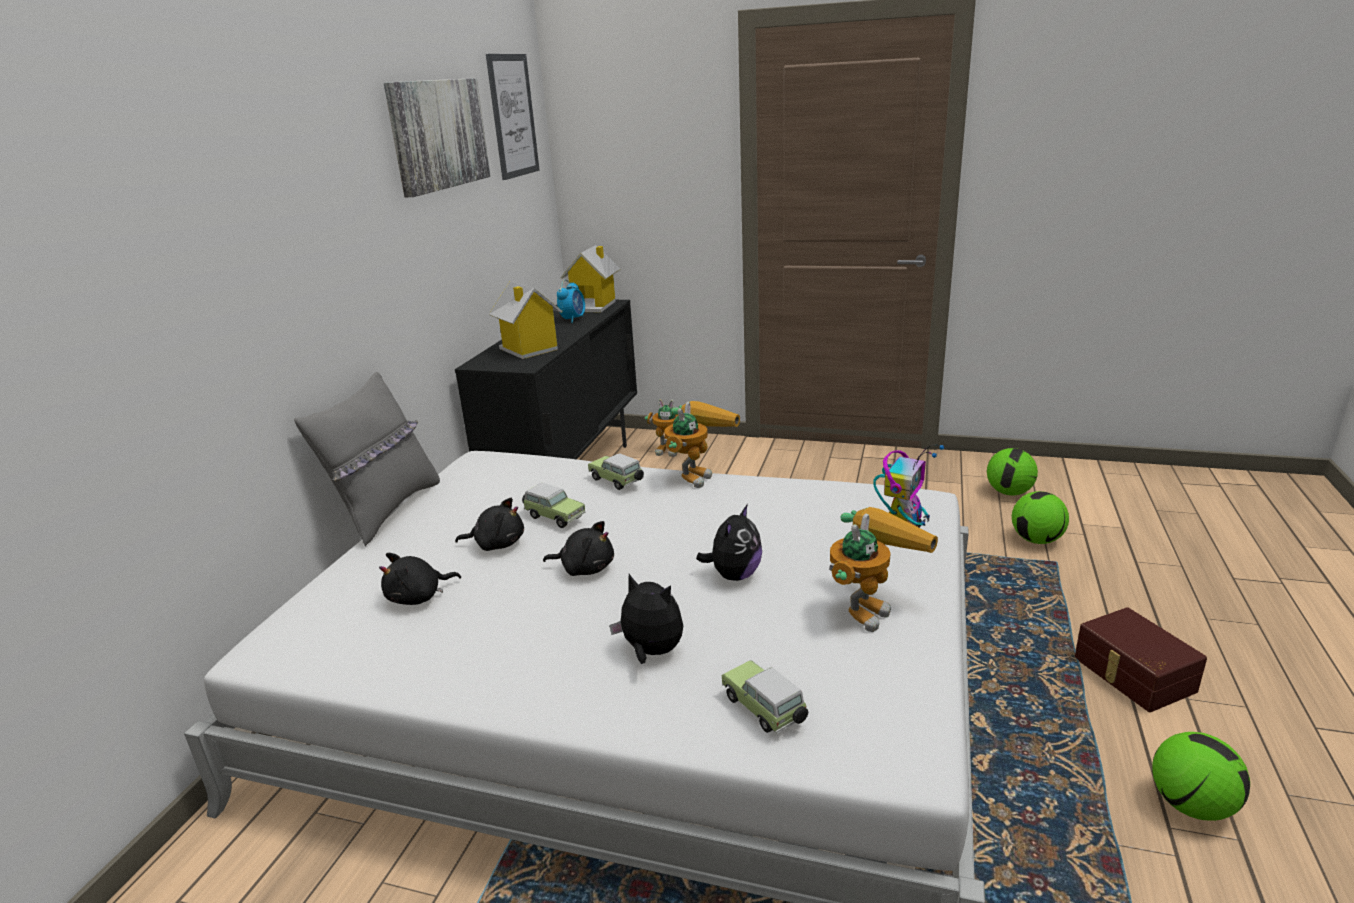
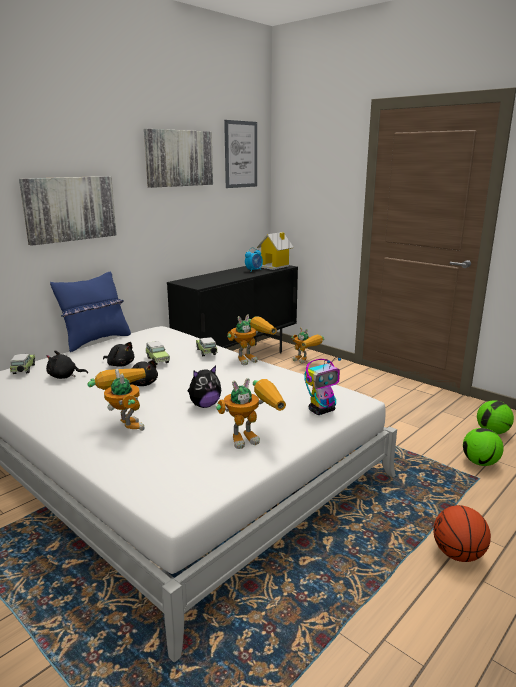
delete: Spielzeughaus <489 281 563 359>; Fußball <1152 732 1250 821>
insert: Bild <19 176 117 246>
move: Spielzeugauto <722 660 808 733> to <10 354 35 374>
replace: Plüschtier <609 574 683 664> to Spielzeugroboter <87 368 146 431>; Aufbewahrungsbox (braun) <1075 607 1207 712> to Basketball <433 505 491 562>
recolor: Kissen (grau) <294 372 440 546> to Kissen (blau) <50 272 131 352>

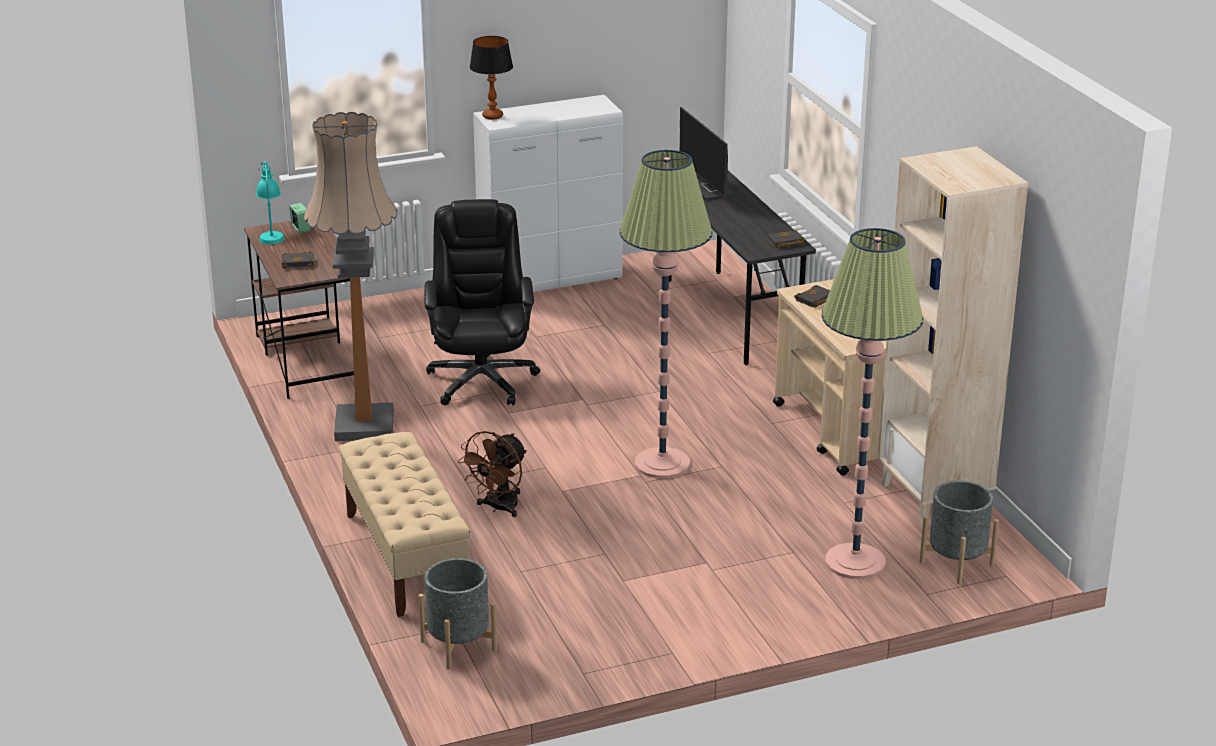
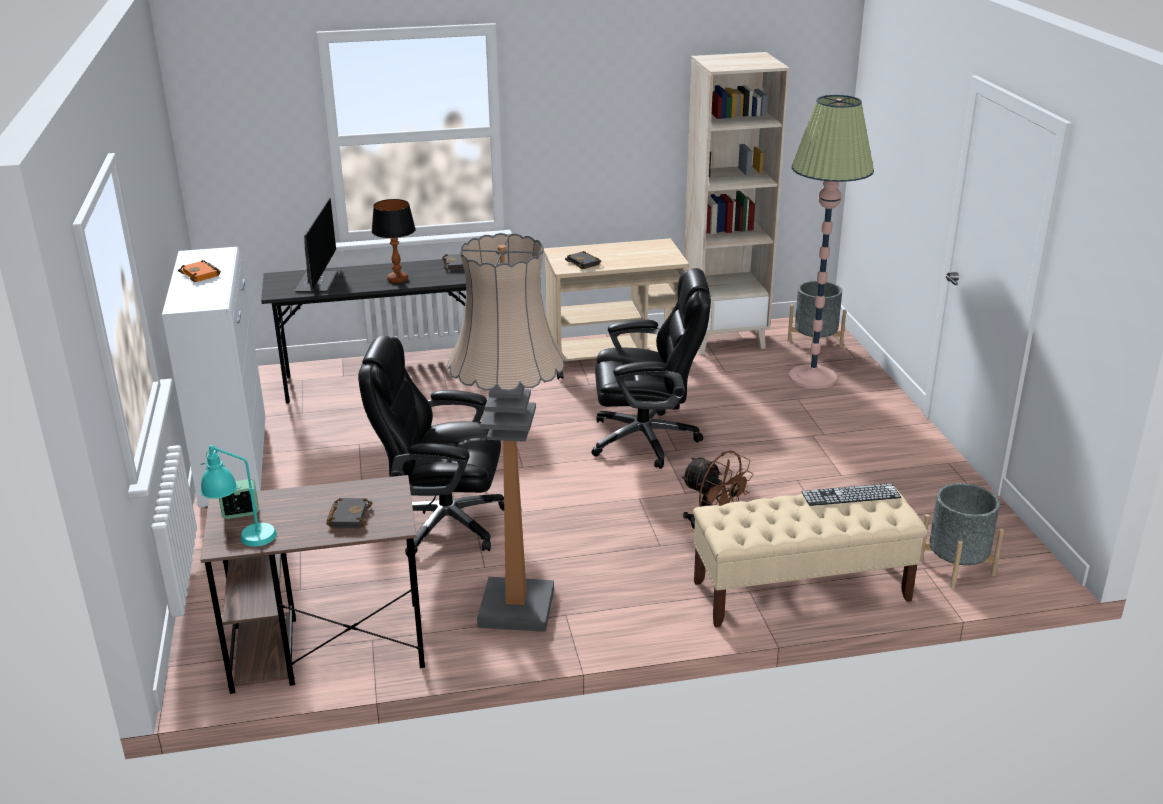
insert: Buch (orange) <178 260 221 282>; Tastatur <801 483 901 506>
move: Tischlampe <470 36 513 120> to <371 199 416 283>
replace: Stehlampe <619 150 712 479> to Bürostuhl (schwarz) <591 268 711 469>
rotate: Monitor <679 107 735 200> = <294 197 338 293> 75 degrees counterclockwise

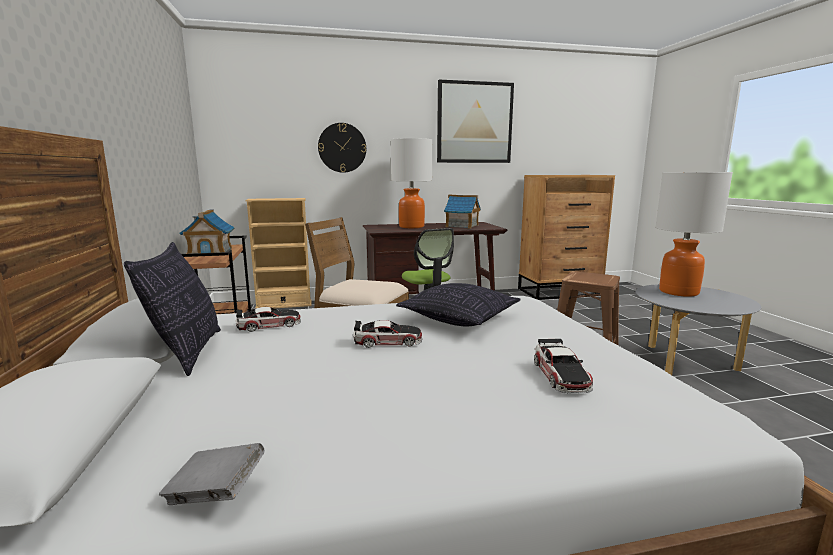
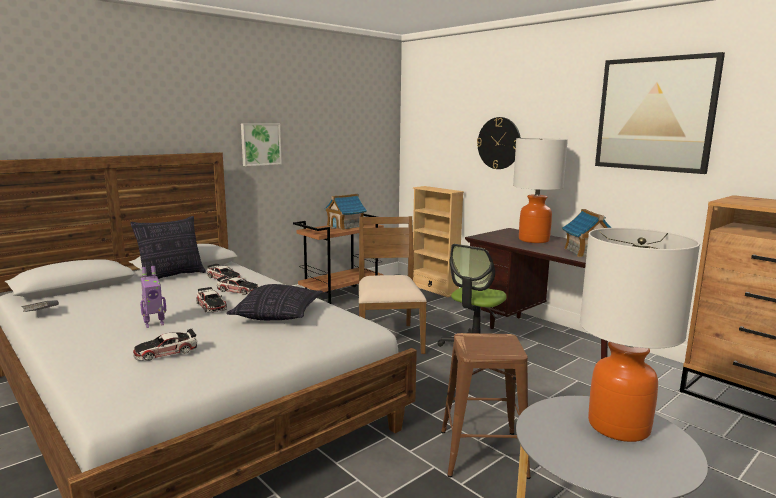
insert: Spielzeugroboter <140 266 166 328>; Spielzeugauto <217 276 258 295>; Bild <241 123 282 166>

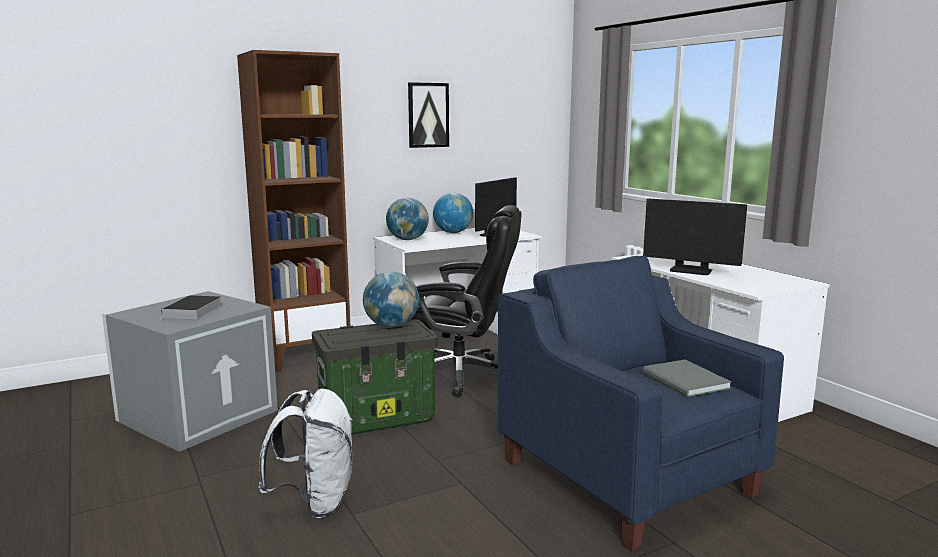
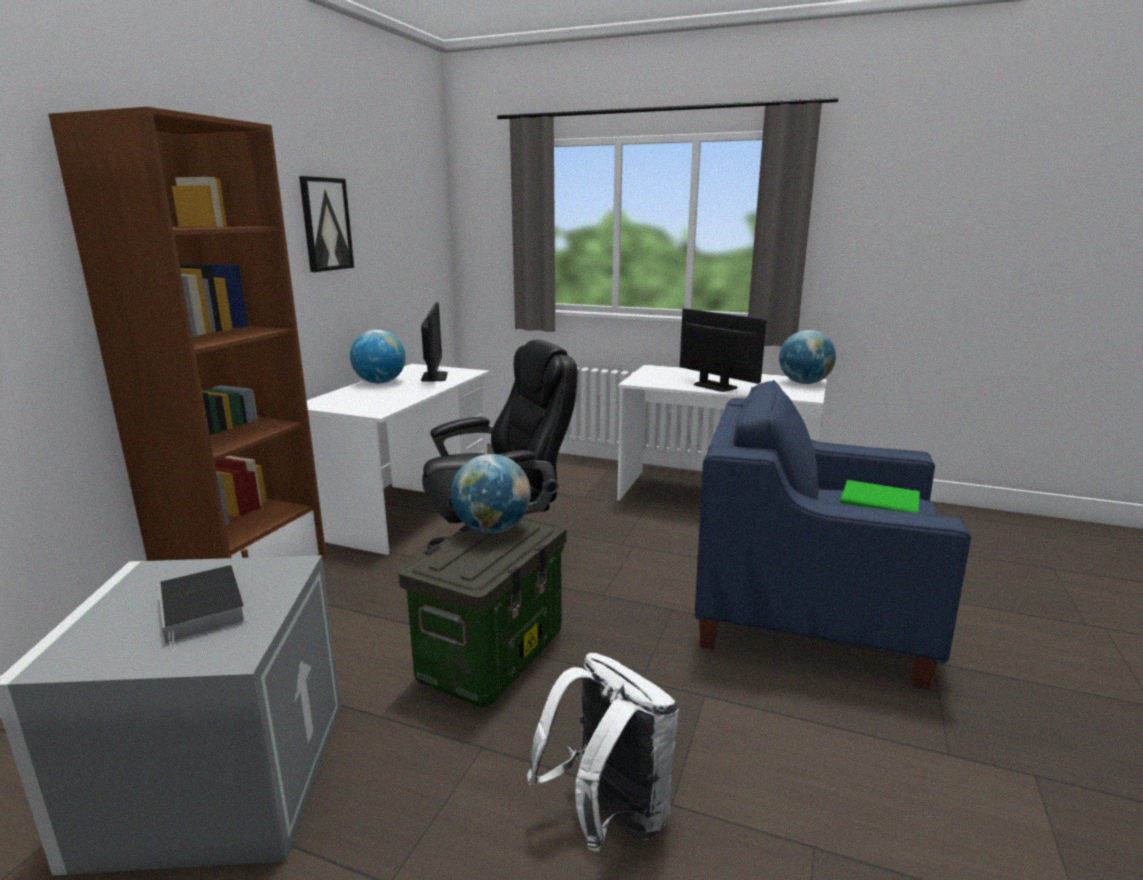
move: Globus <386 198 429 240> to <779 330 836 384>
recolor: Buch (grau) <643 360 731 397> to Buch (grün) <840 480 920 513>
rotate: Monitor <643 199 747 275> = <680 308 766 392> 120 degrees counterclockwise

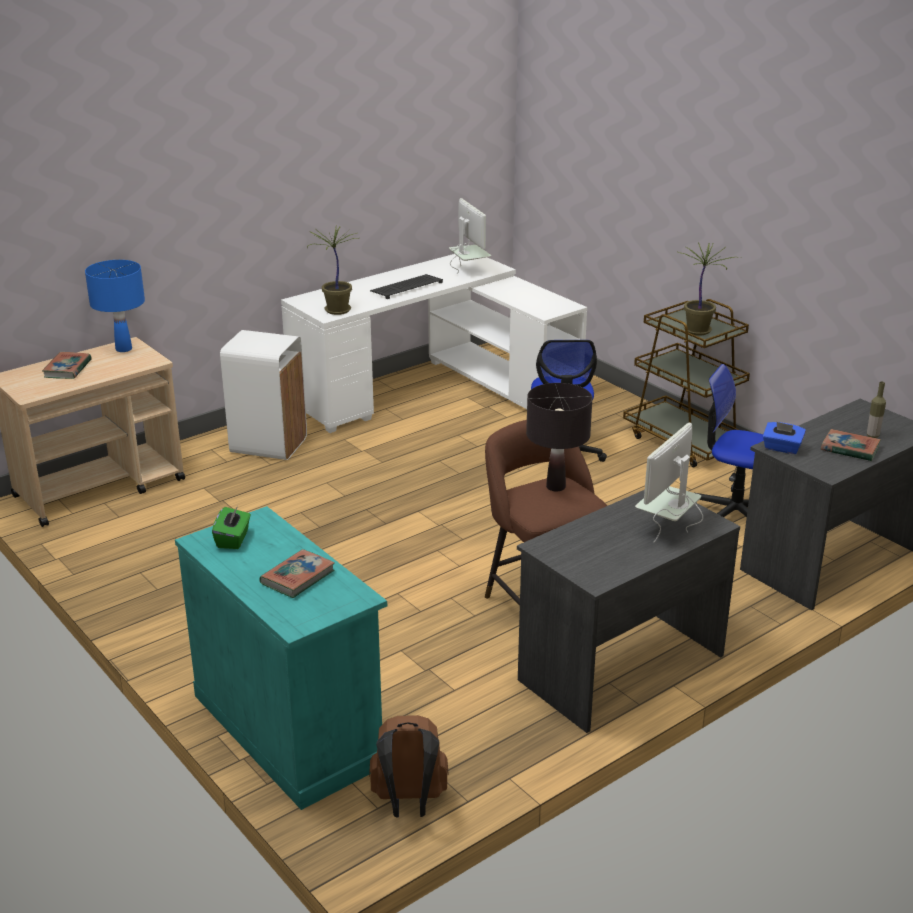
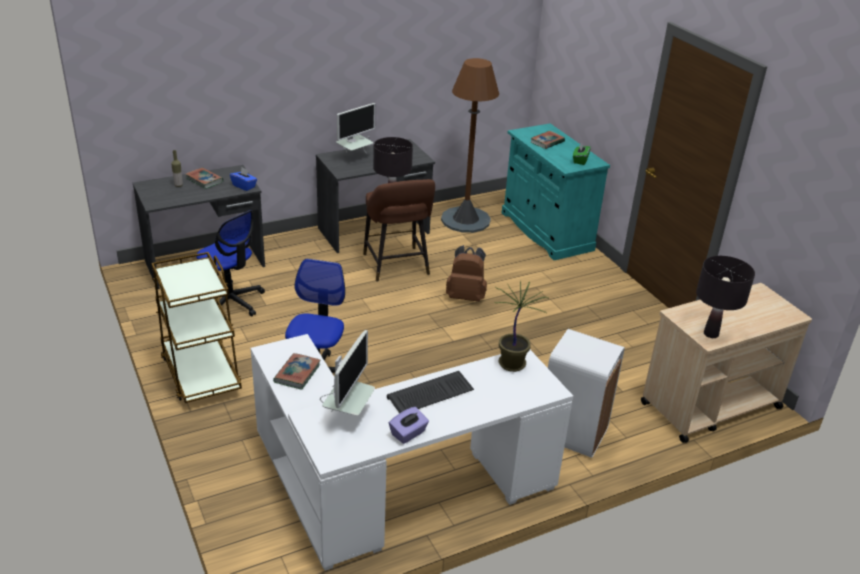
delete: Topfpflanze <678 242 740 336>
insert: Taschentuchbox (lila) <389 407 429 444>; Stehlampe (braun) <441 58 499 233>
move: Buch <42 352 92 379> to <273 353 321 390>; Rucksack (braun) <369 715 449 818> to <446 245 487 302>
recolor: Tischlampe (blau) <85 260 145 352> to Tischlampe (schwarz) <696 256 755 338>
rotate: Monitor <449 198 491 273> = <320 330 375 415> 150 degrees counterclockwise

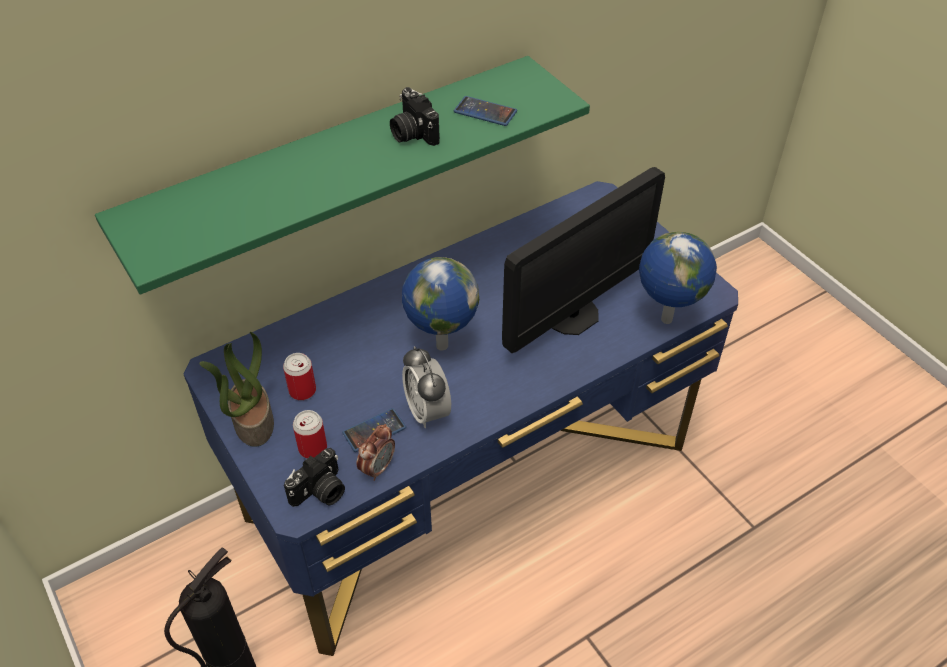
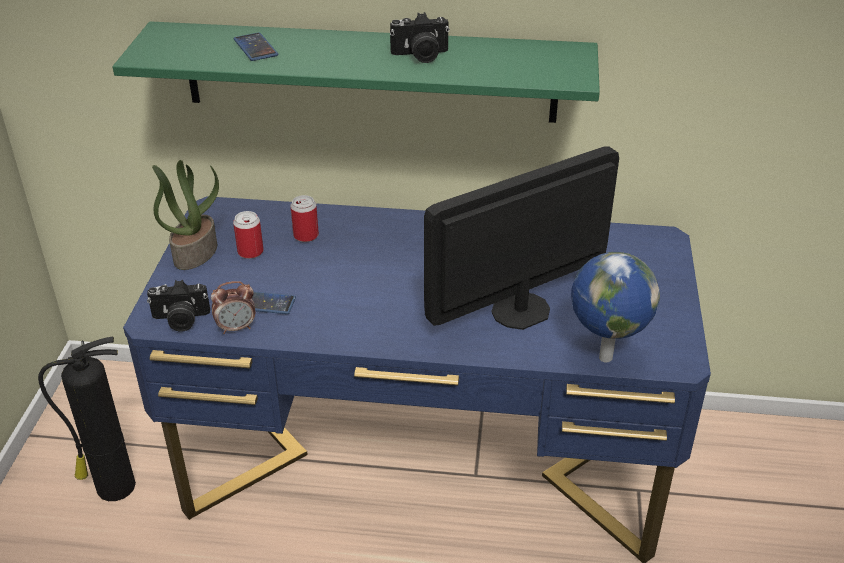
delete: Globus <402 257 479 351>; Wecker <402 346 451 428>
move: Handy <454 96 517 126> to <233 32 278 61>; Dose <293 410 327 459> to <290 195 319 242>
rotate: Kamera <390 87 440 146> = <390 12 450 63> 105 degrees counterclockwise; Monitor <502 167 665 353> = <424 146 619 330> 150 degrees clockwise

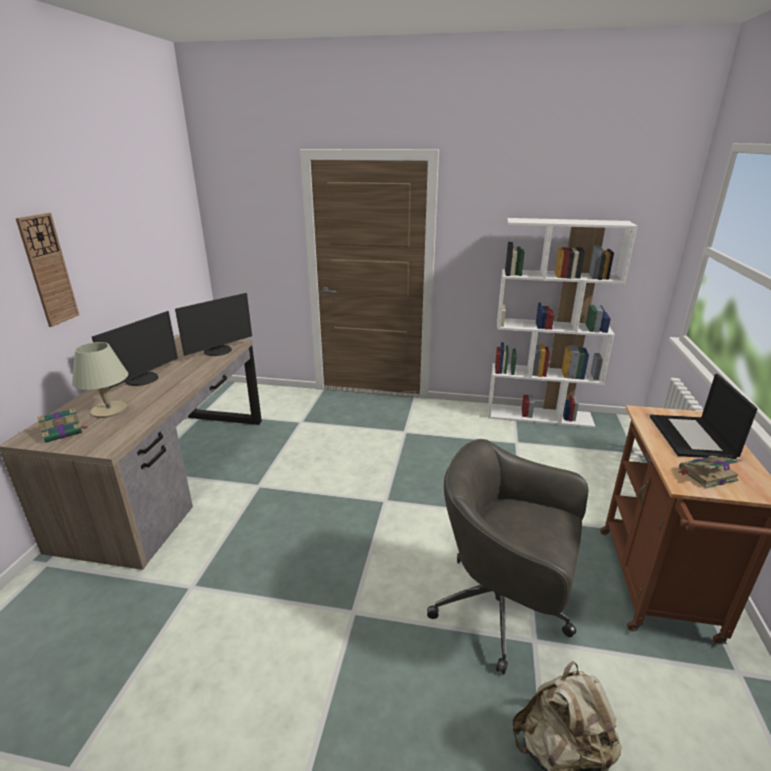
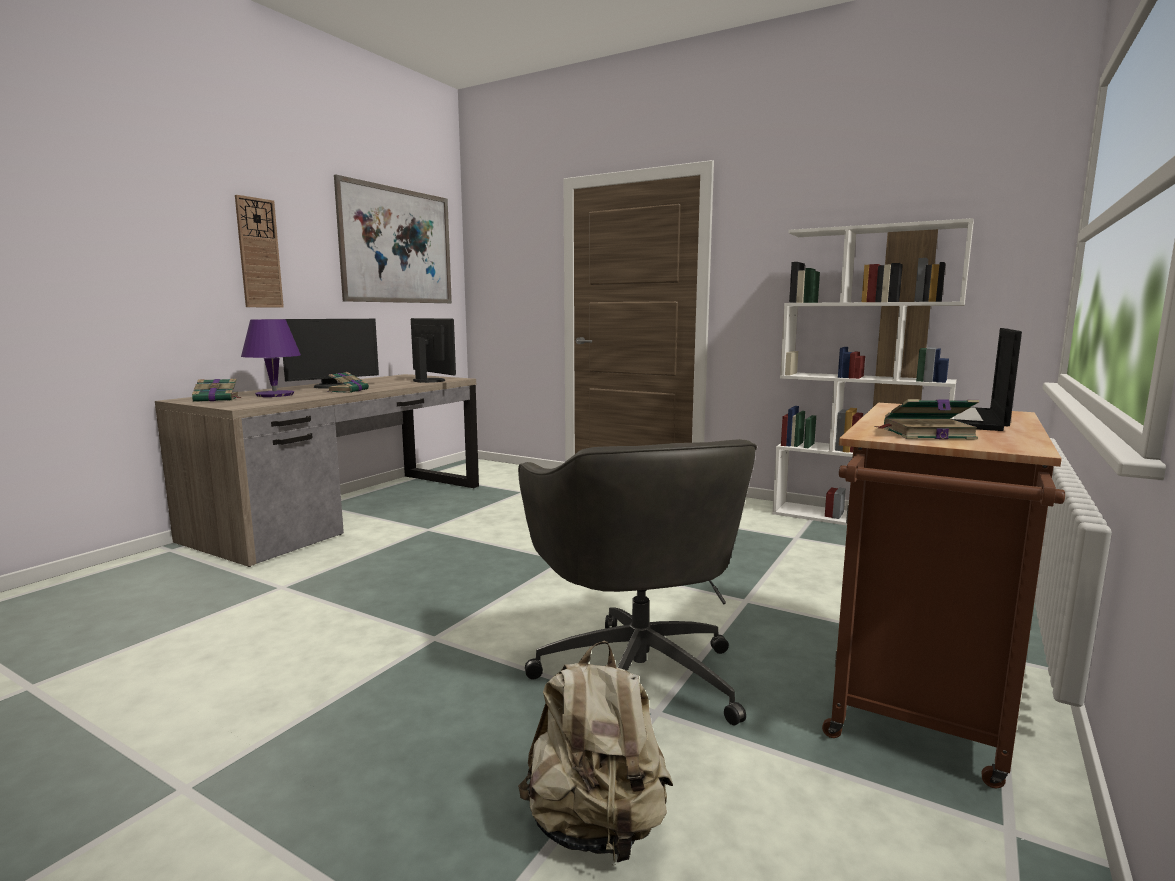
insert: Buch <327 372 369 393>; Bild <334 175 452 303>
recolor: Tischlampe (beige) <72 342 128 418> to Tischlampe (lila) <241 319 301 397>
rotate: Monitor <175 293 252 356> = <411 318 456 383> 105 degrees counterclockwise; Bürostuhl (grau) <427 439 589 674> = <518 439 757 725> 150 degrees counterclockwise

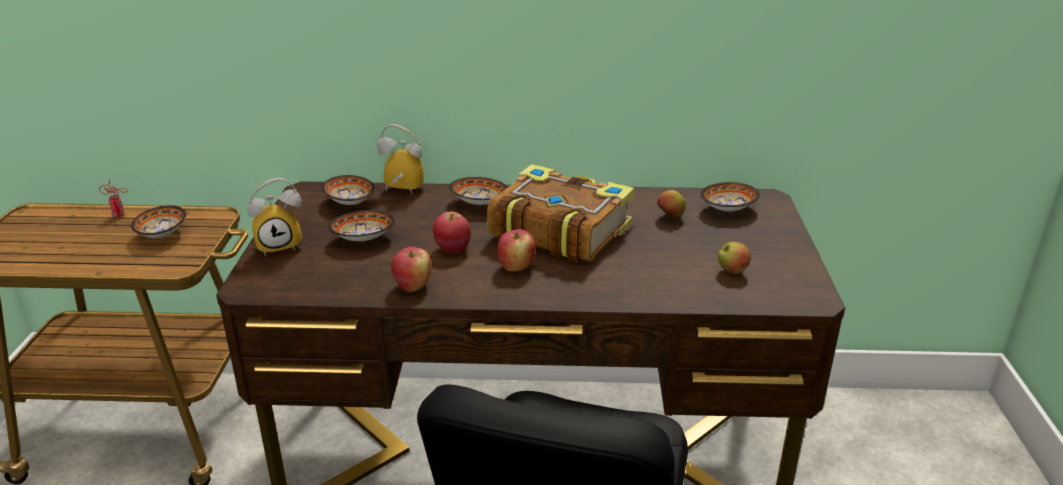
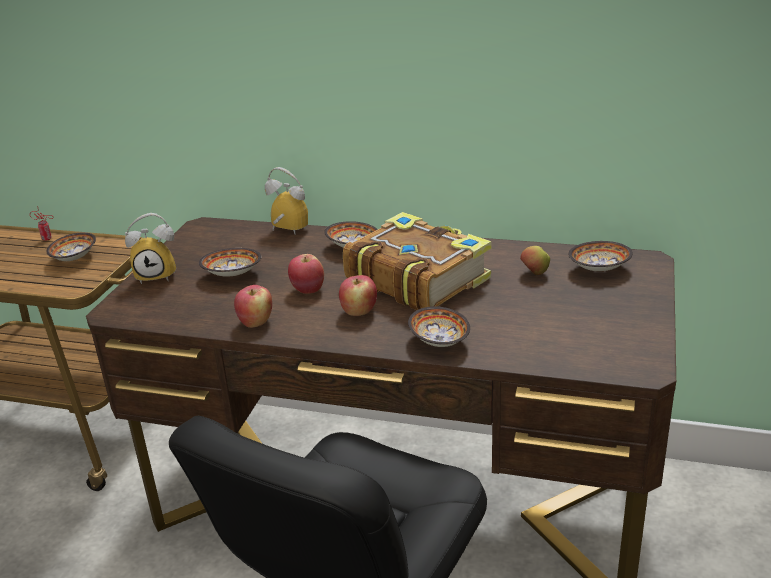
delete: Apfel <718 242 751 274>
move: Schüssel <322 175 375 205> to <408 306 470 347>

